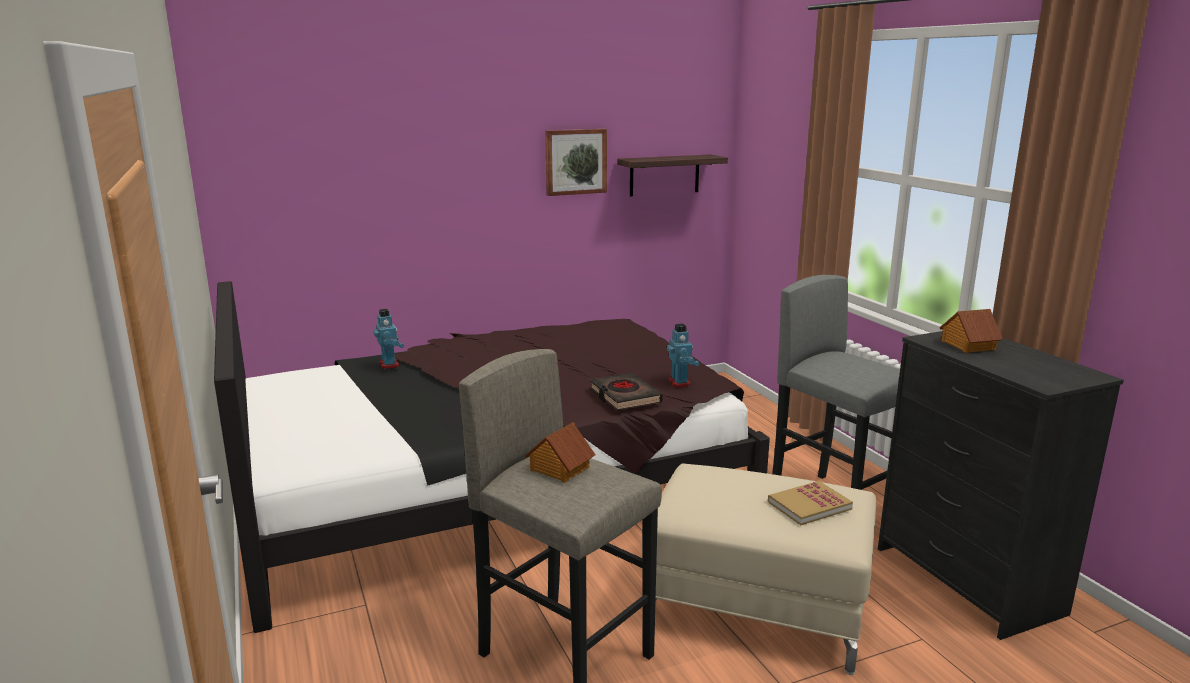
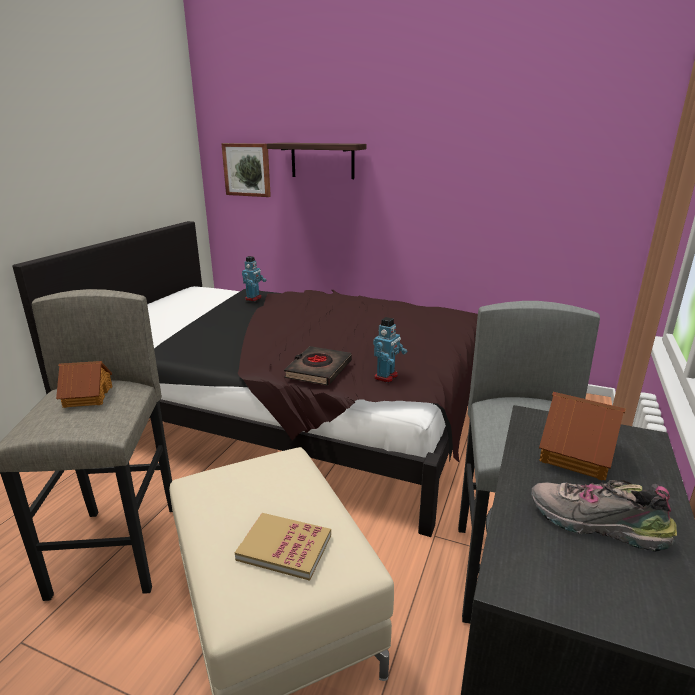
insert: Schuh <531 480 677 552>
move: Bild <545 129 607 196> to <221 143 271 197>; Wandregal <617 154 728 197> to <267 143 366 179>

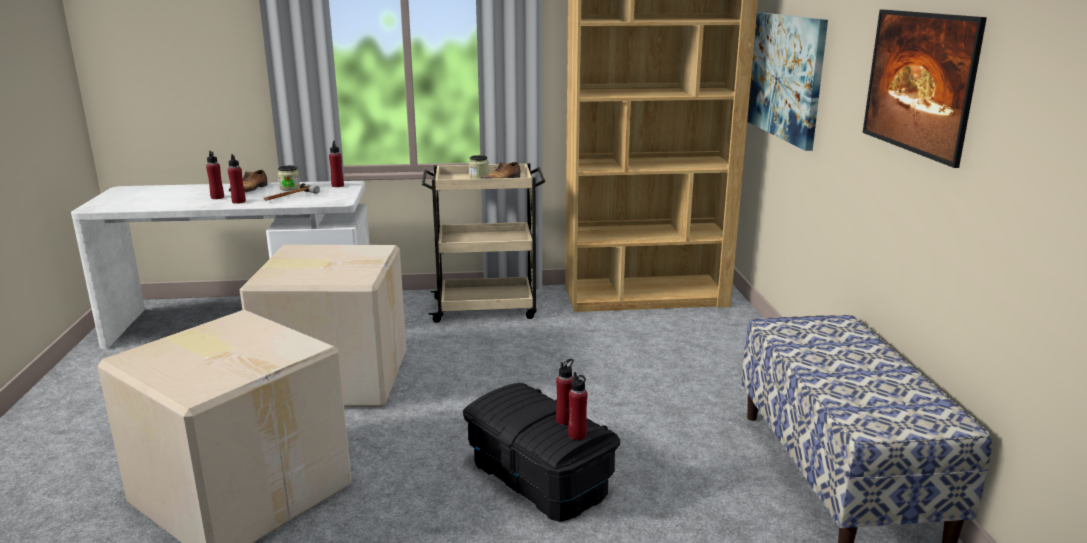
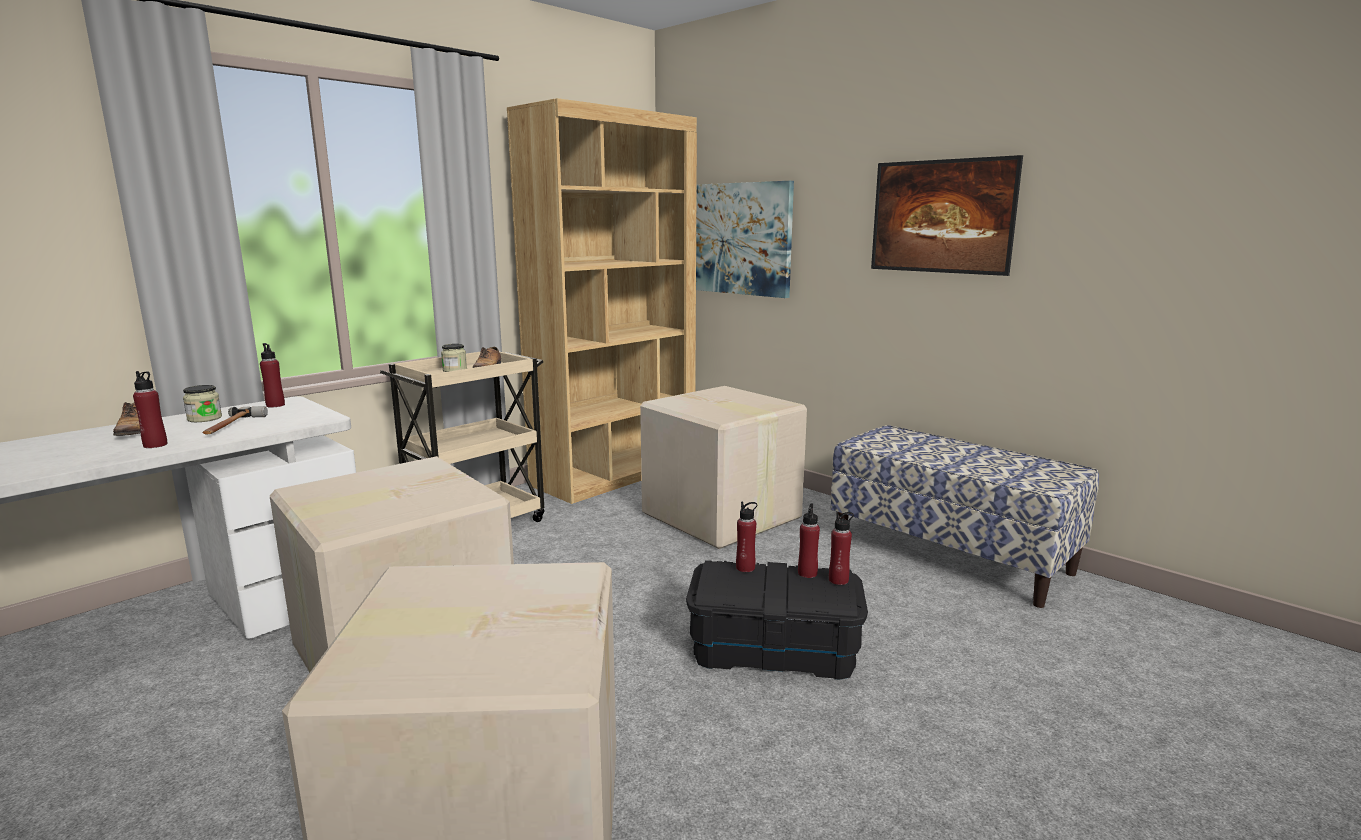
insert: Karton <640 386 807 549>
move: Flasche (rot) <206 151 224 199> to <736 501 757 572>

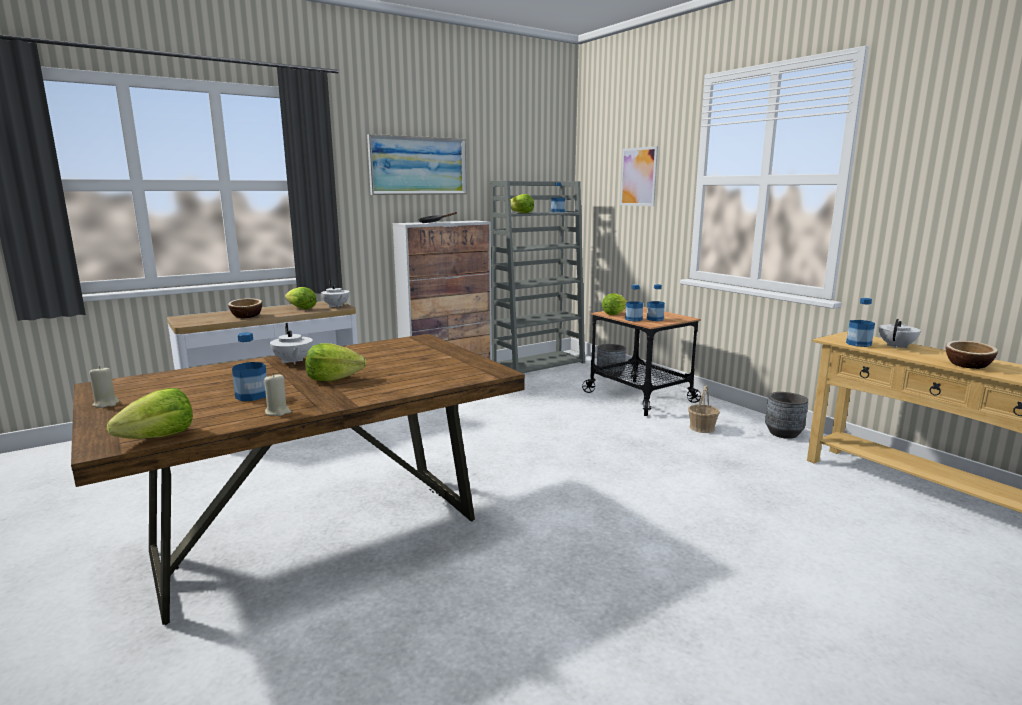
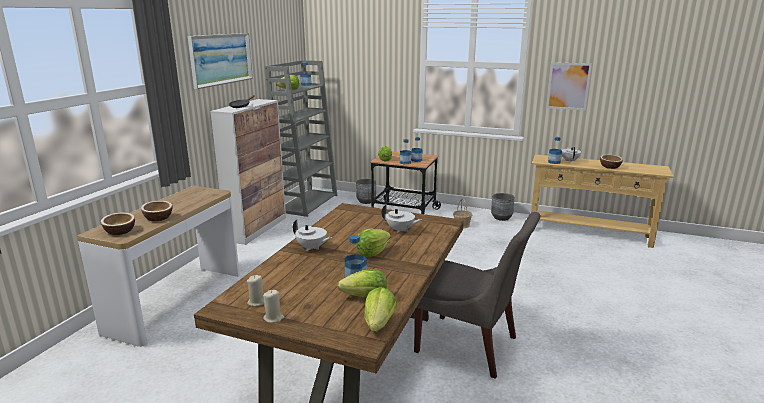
insert: Schüssel <101 213 135 235>; Stuhl (grau) <414 212 540 379>
move: Kerze (beige) <264 373 291 416> to <247 275 265 306>; Salatkopf <285 287 317 309> to <337 269 387 298>; Teekanne (weiß) <321 280 350 308> to <382 204 422 233>; Bild <620 146 658 206> to <546 62 592 111>

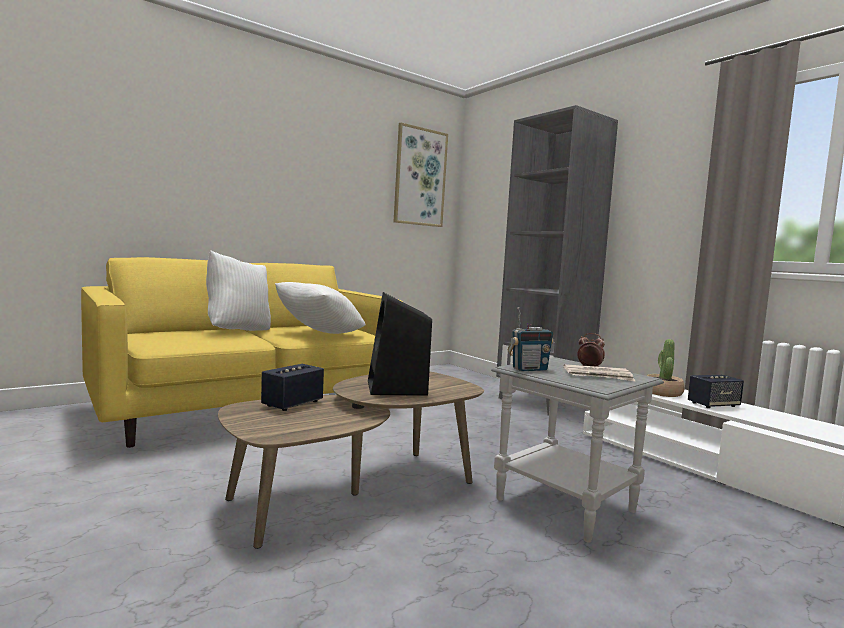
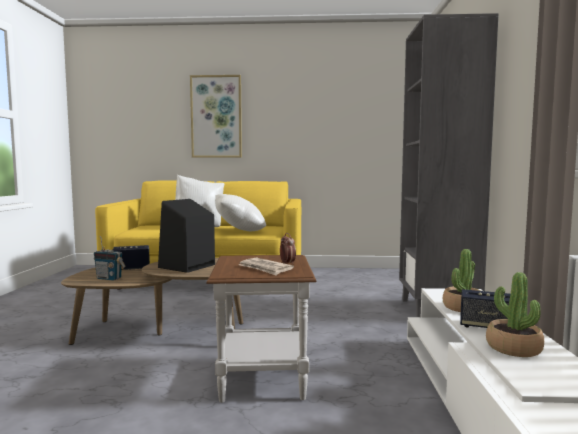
insert: Topfpflanze <486 272 544 357>
move: Radio <508 307 554 371> to <94 236 125 281>; Bild <394 123 448 227> to <190 75 242 158>
recolor: Beistelltisch (grau) <491 357 664 543> to Beistelltisch (braun) <206 255 317 403>

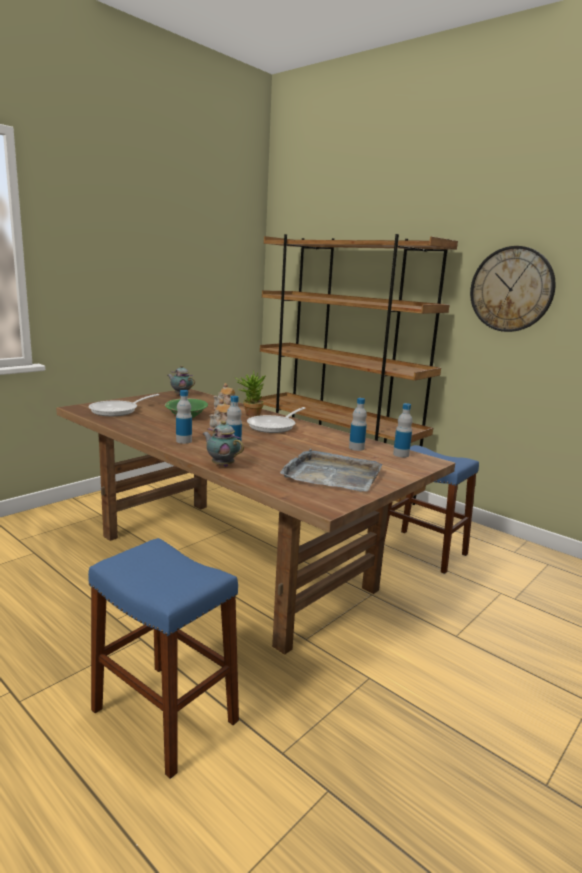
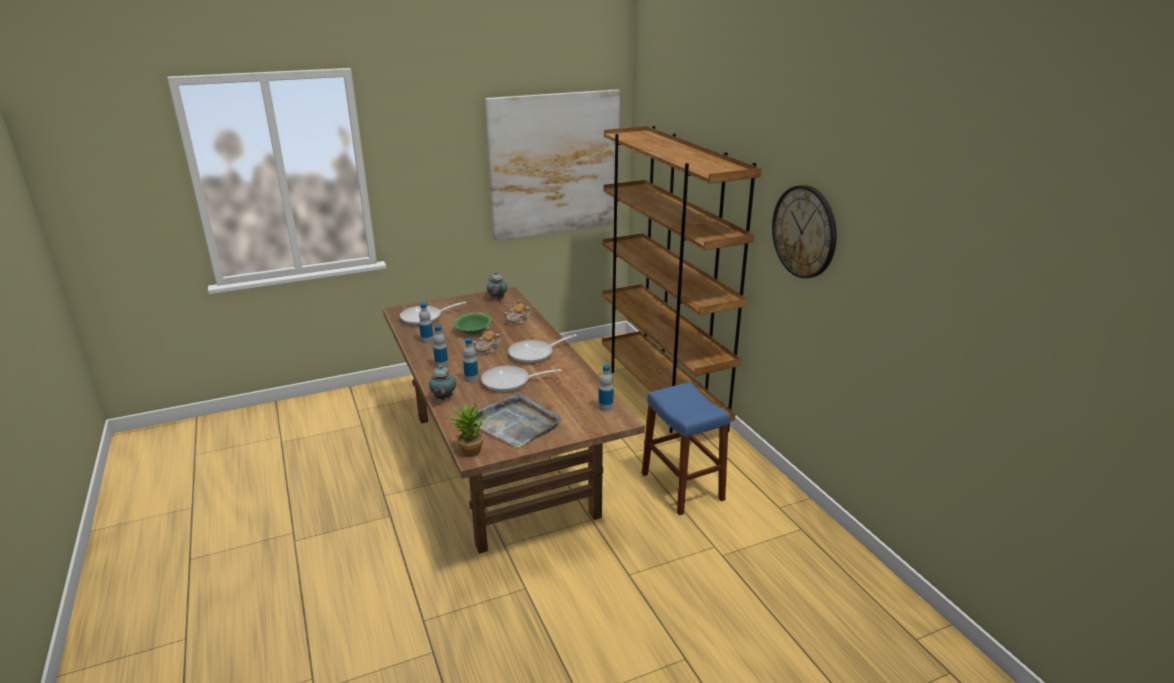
delete: Hocker (blau) <88 538 239 779>
insert: Pfanne <481 366 561 392>; Bild <485 89 620 241>
move: Flasche <349 398 367 451> to <419 302 433 344>; Topfpflanze <236 370 266 416> to <444 400 487 457>
rotate: Teekanne <202 421 244 467> = <429 365 456 400> 150 degrees counterclockwise

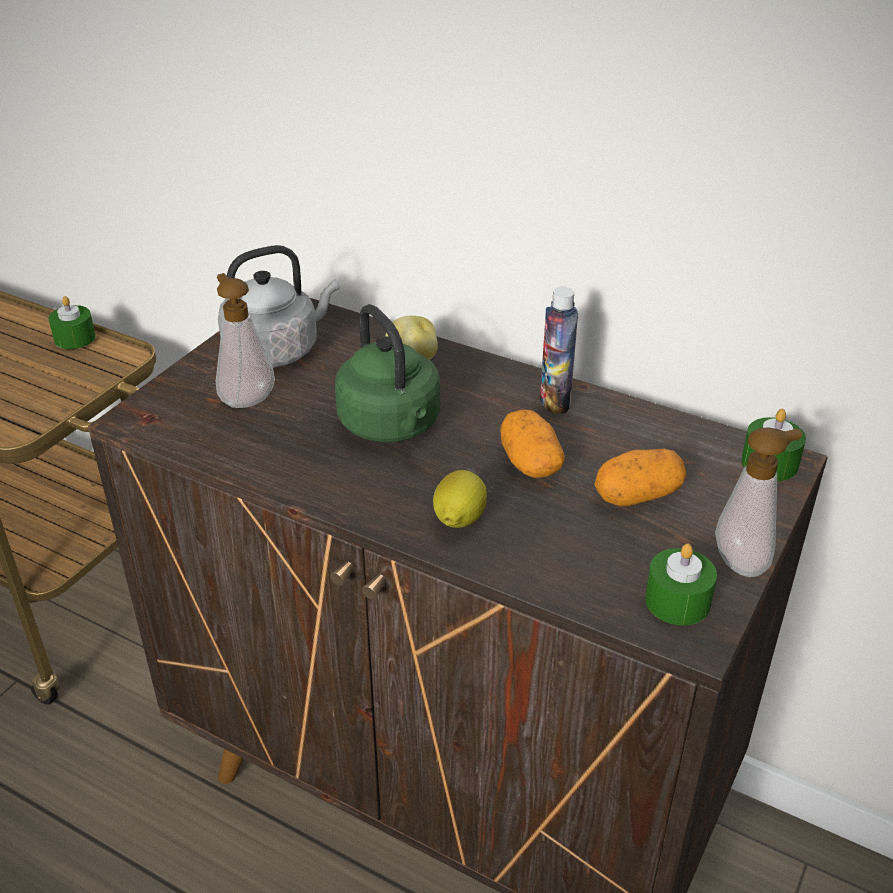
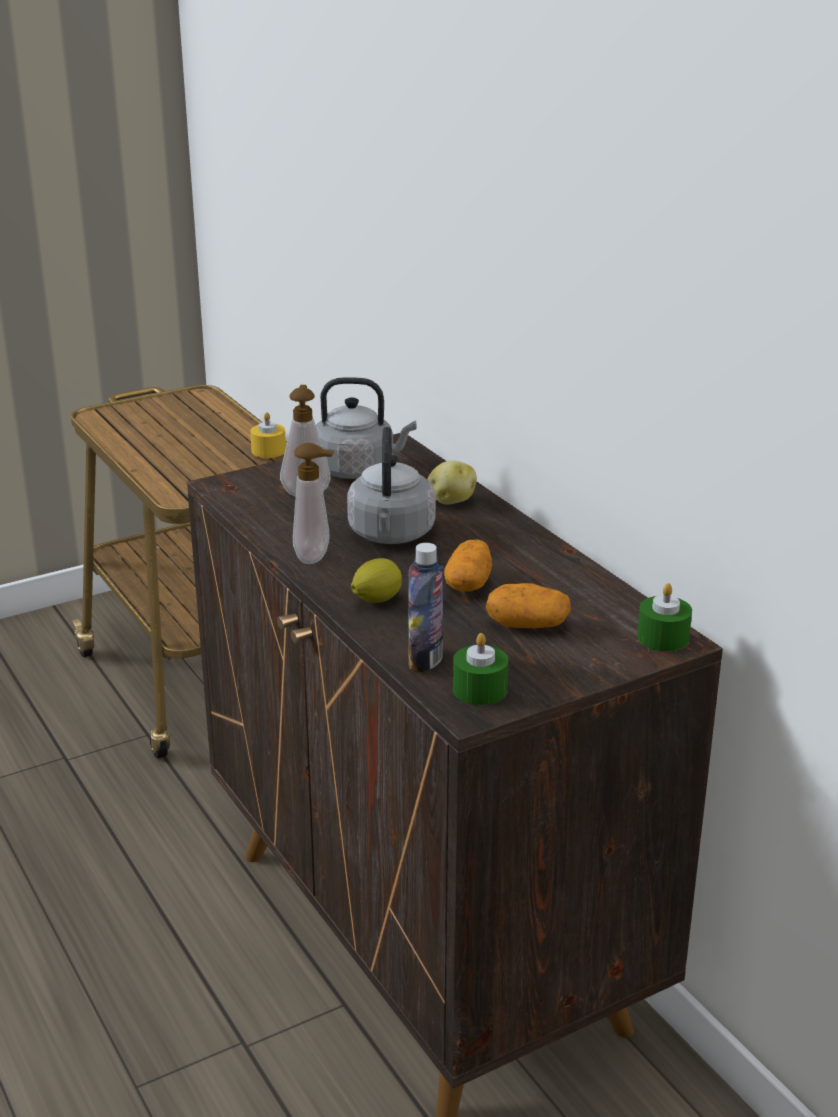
move: Seifenspender <715 427 803 577> to <293 443 335 564>; Flasche <540 287 578 414> to <408 543 443 672>
recolor: Kerze (grün) <48 296 96 349> to Kerze (gelb) <250 412 286 458>; Wasserkessel (grün) <335 304 440 443> to Wasserkessel (grau) <347 427 436 544>

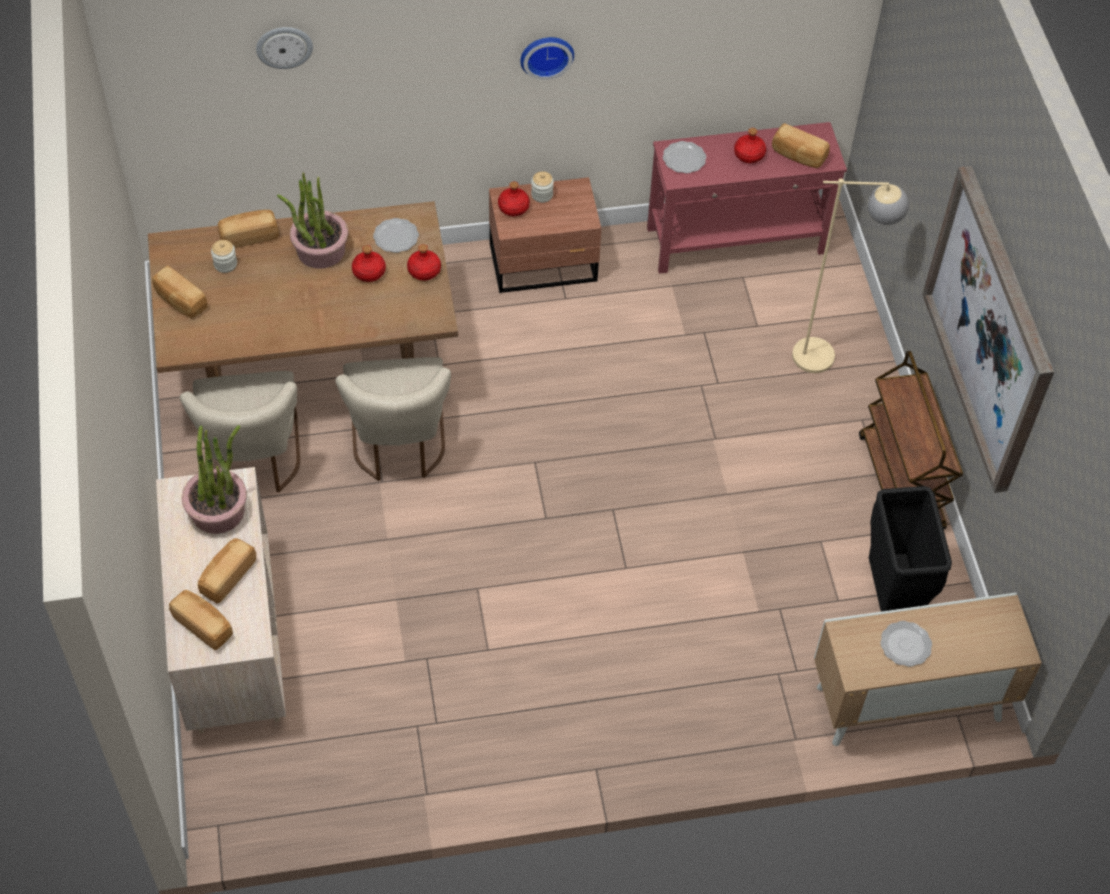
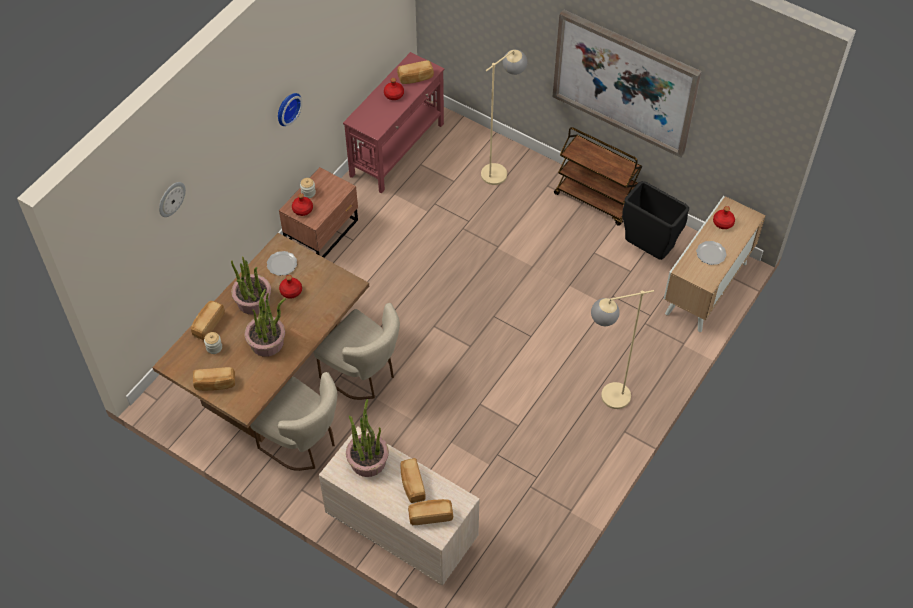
delete: Teller <663 141 706 173>
insert: Topfpflanze <245 289 286 357>; Stehlampe (beige) <591 290 654 409>
move: Flasche (rot) <407 244 441 281> to <713 206 735 229>

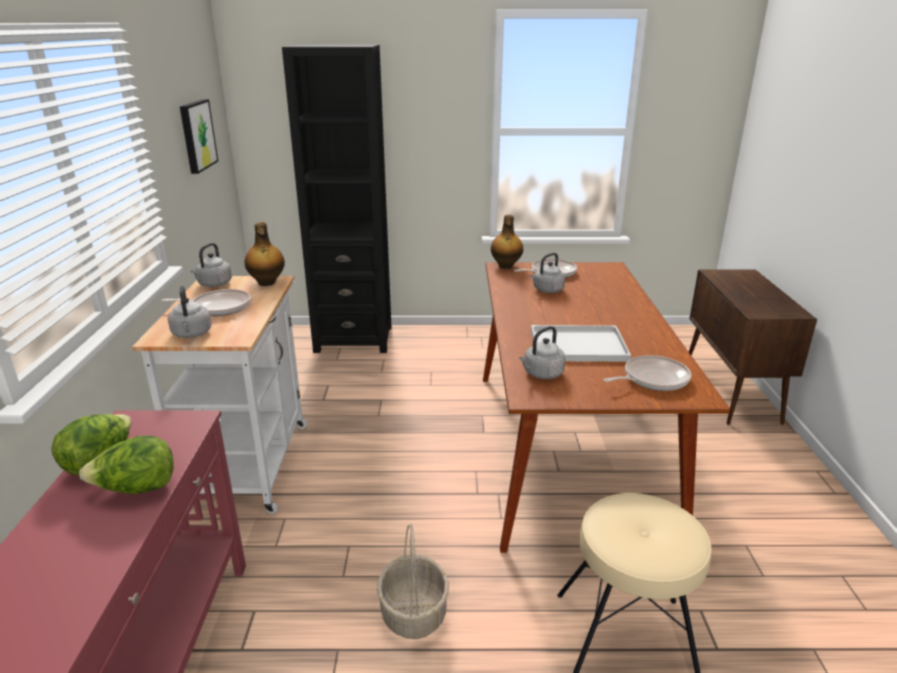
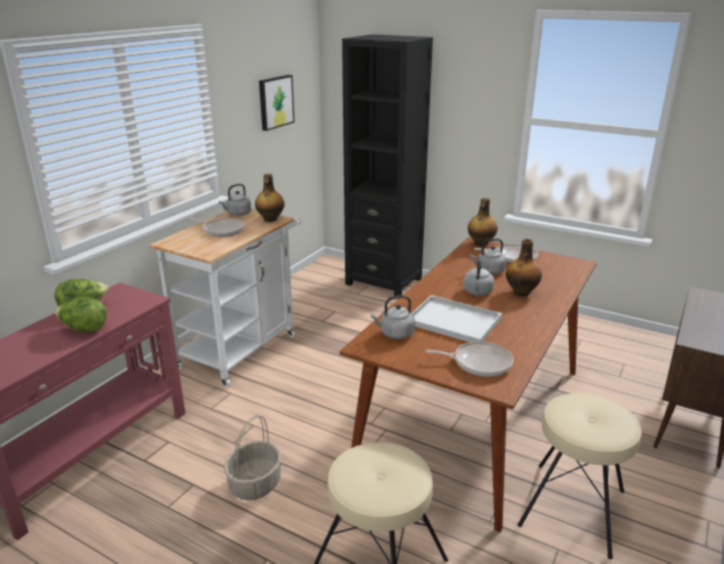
insert: Flasche <506 239 542 296>; Hocker (beige) <518 393 642 559>
move: Wasserkessel (grau) <168 286 212 338> to <463 256 494 296>

